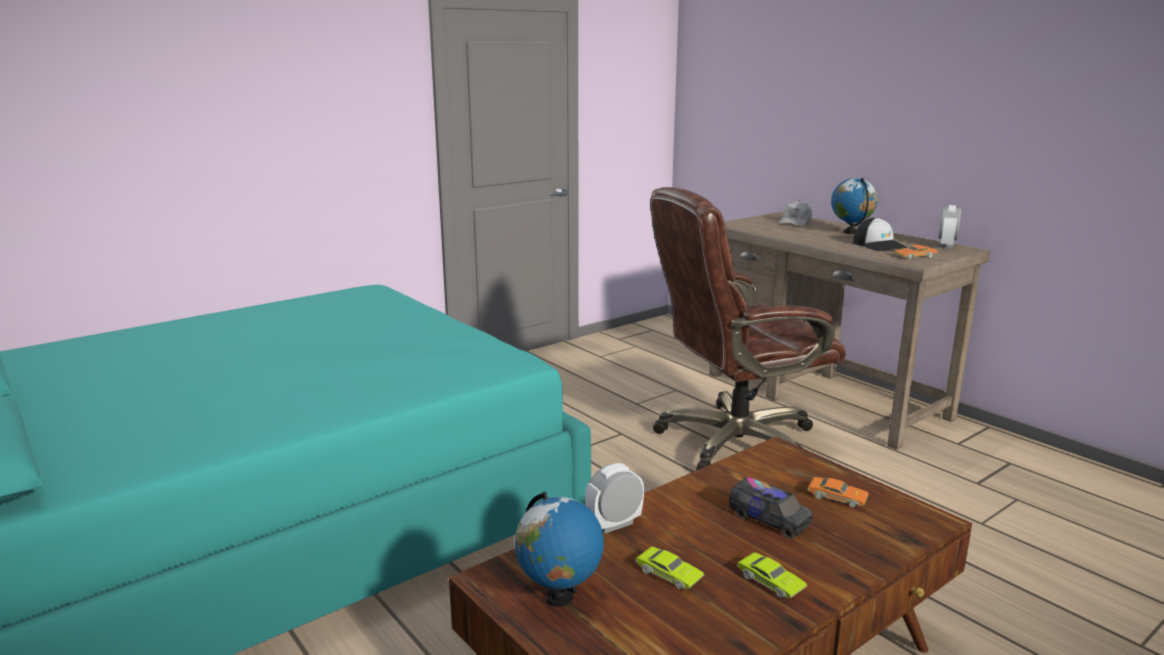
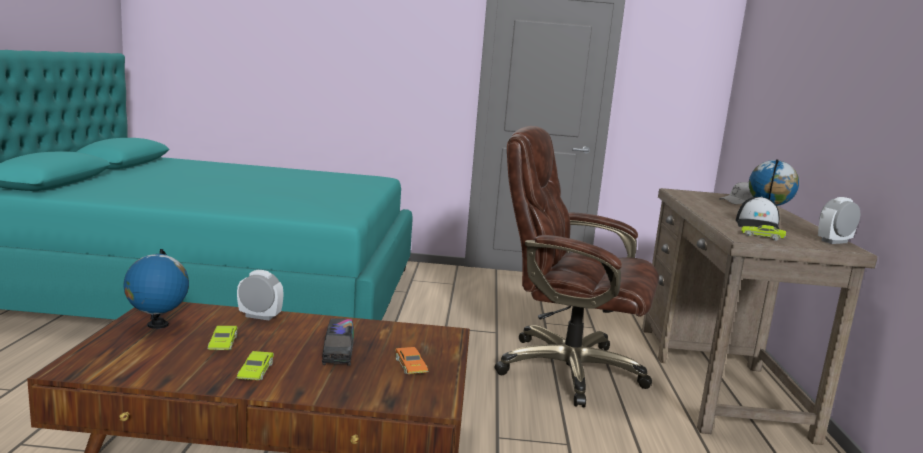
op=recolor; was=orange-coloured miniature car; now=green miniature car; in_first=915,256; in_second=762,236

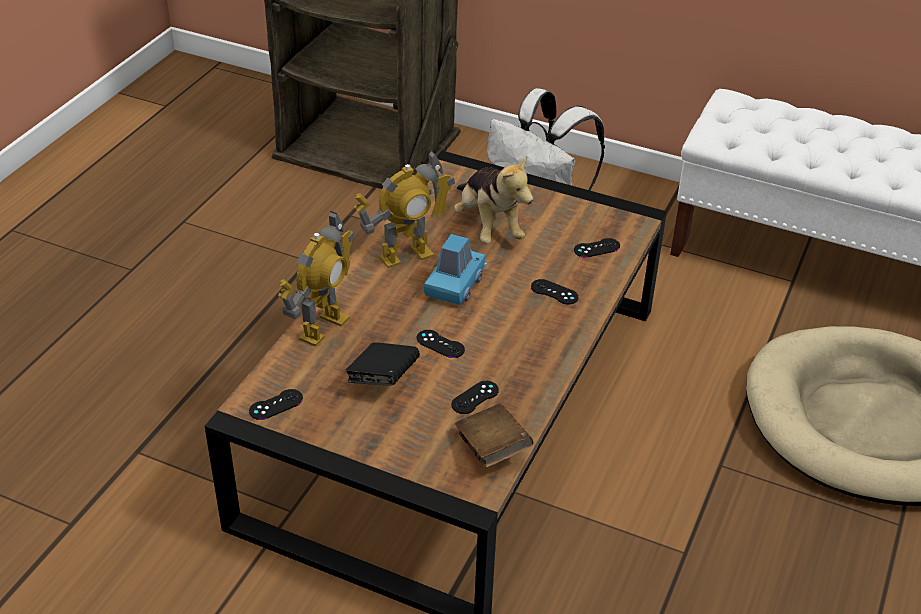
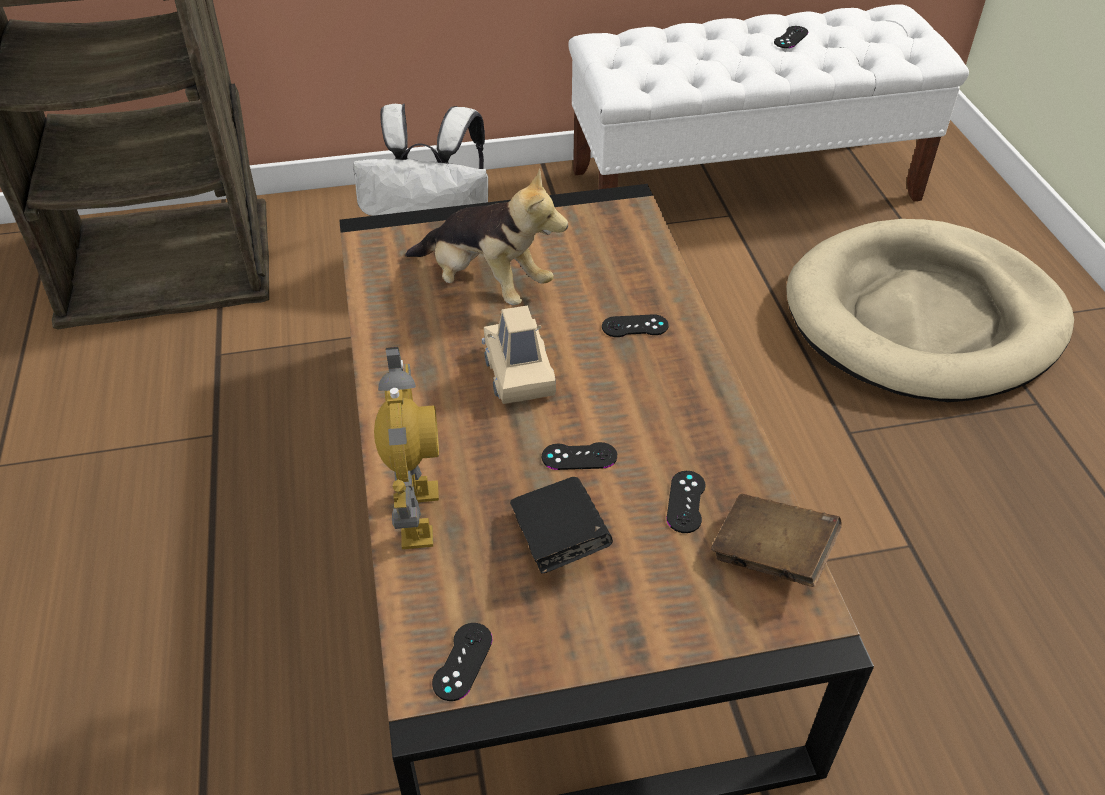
op=delete; was=model robot; in_first=406,255
op=move; was=black joypad; in_first=596,248; in_second=791,37
op=recolor; was=blue-coloured miniature car; now=sand-coloured miniature car; in_first=455,284; in_second=519,372

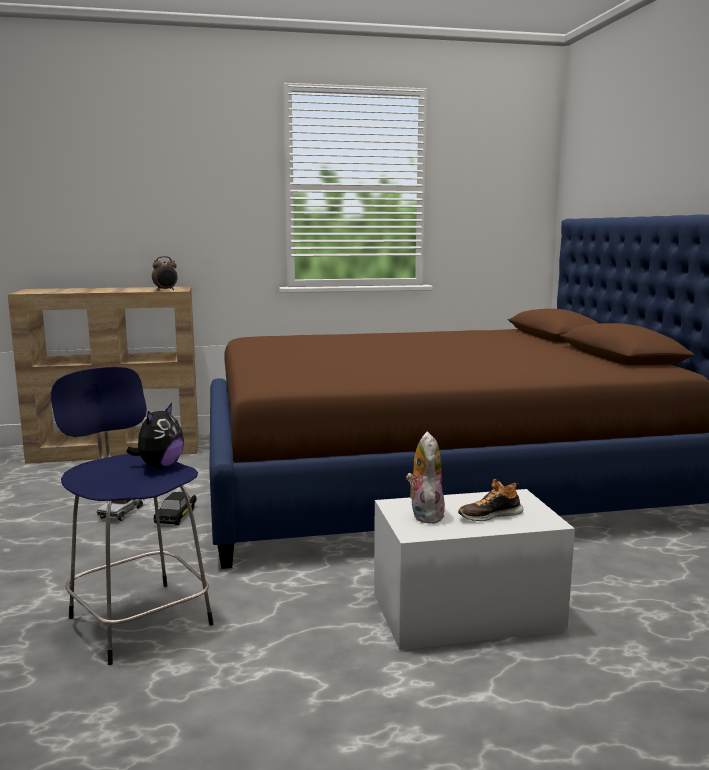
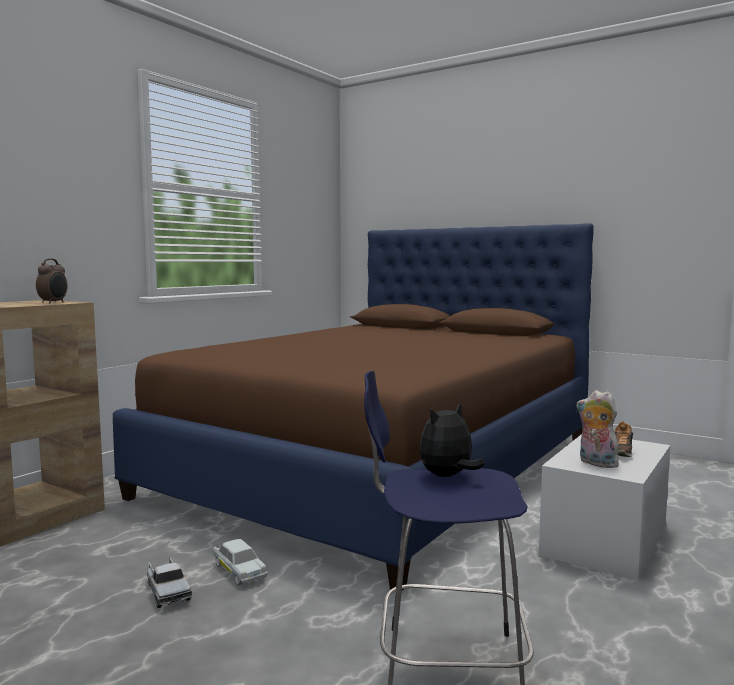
op=recolor; was=black miniature car; now=white miniature car; in_first=175,516; in_second=239,571
op=rotate; was=plush toy; in_first=159,467; in_second=448,476; clockwise=-105

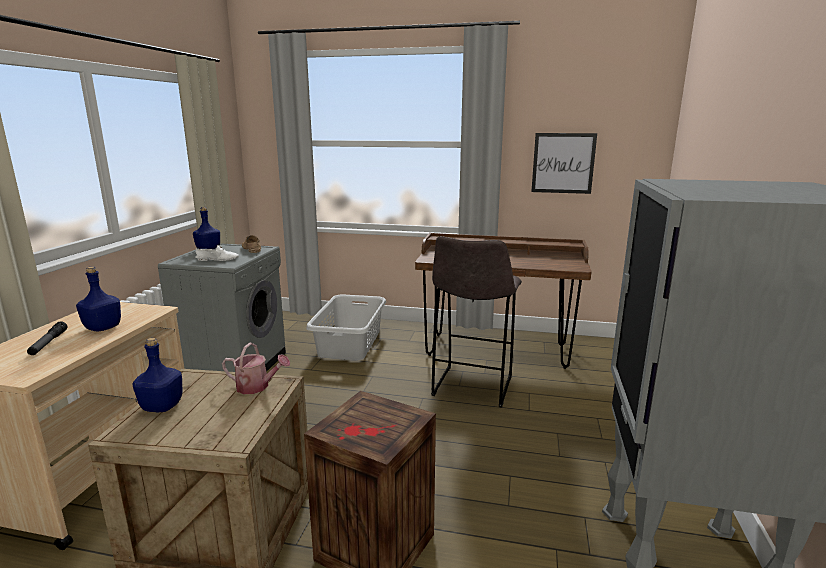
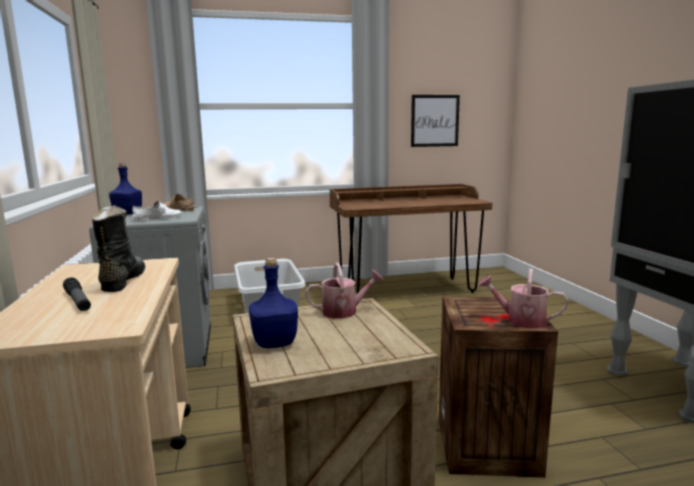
op=delete; was=greyish stool; in_first=472,387
op=insert; now=watering pot; in_second=520,320
op=replace; was=blue-coloured drink bottle; now=black tall boot; in_first=102,327; in_second=122,281

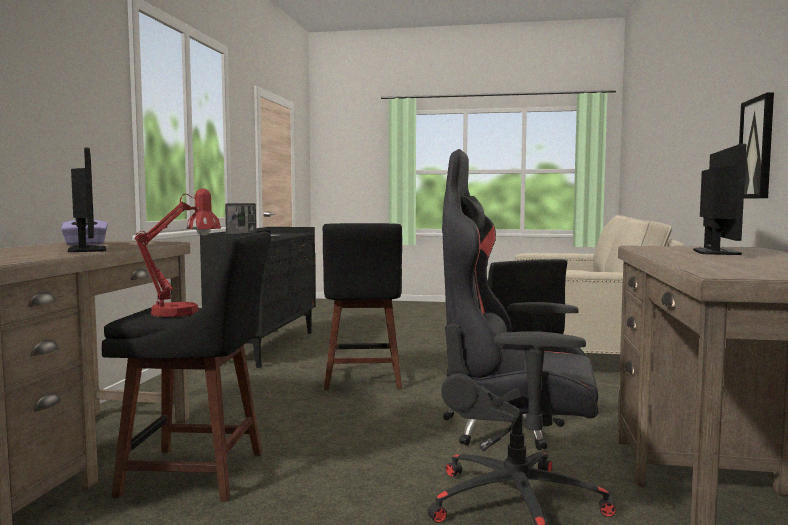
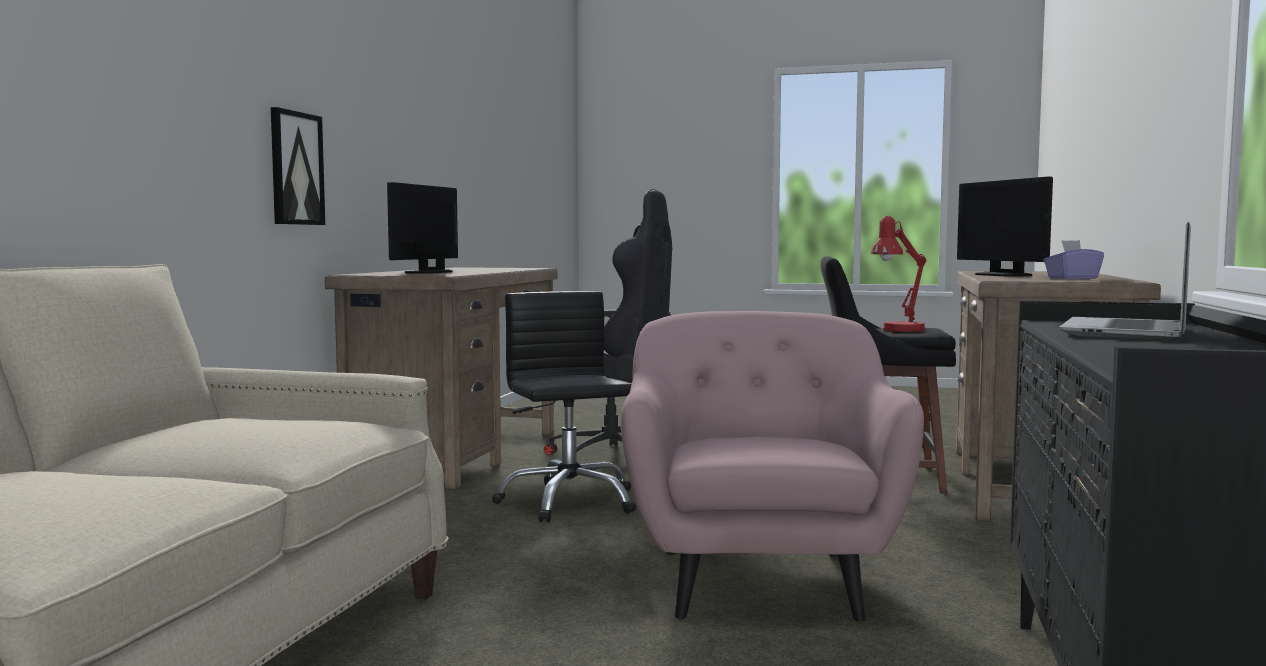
op=replace; was=black stool; now=pinkish lounge chair; in_first=362,380; in_second=758,578

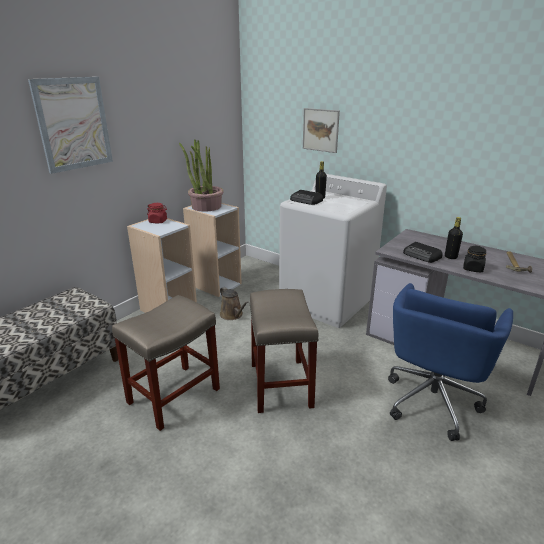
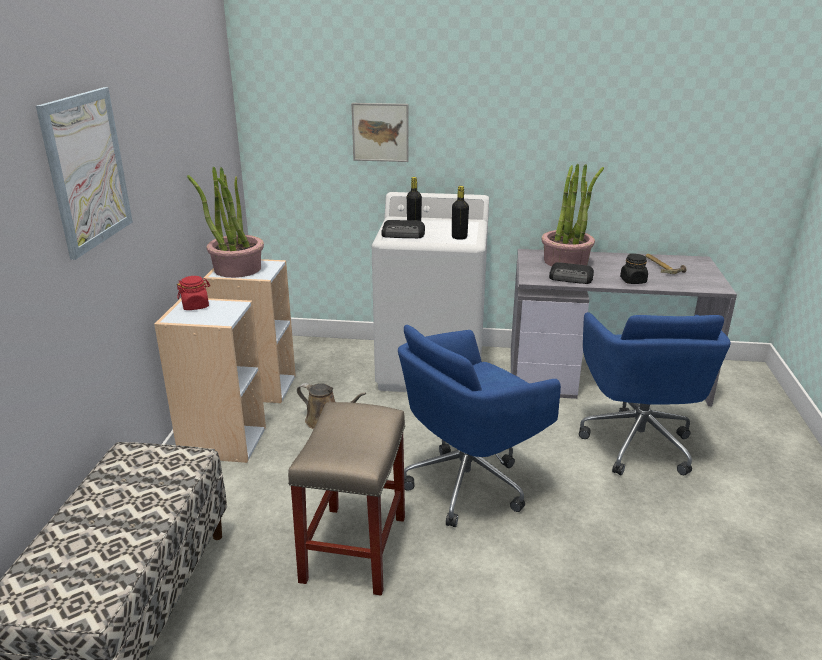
op=insert; now=plant in a pot; in_second=566,261
op=move; was=black drink bottle; in_first=450,257; in_second=459,237
op=replace; was=sand-coloured stool; now=blue-coloured office chair; in_first=280,384; in_second=470,484

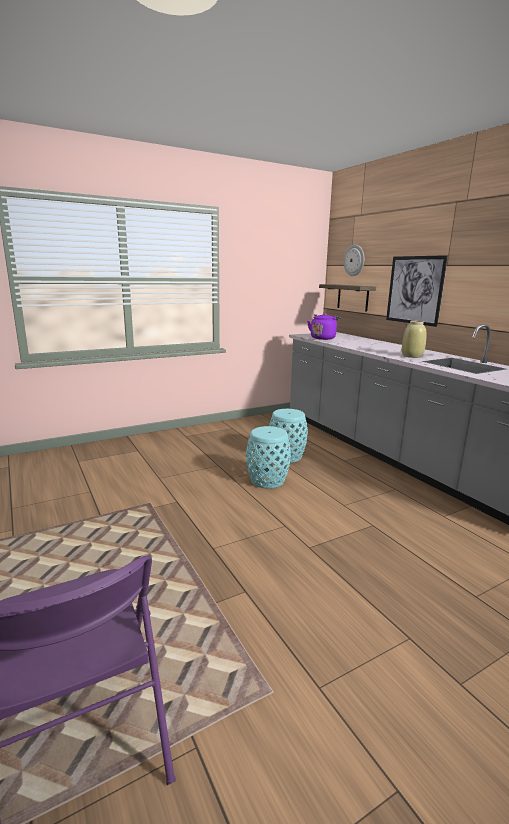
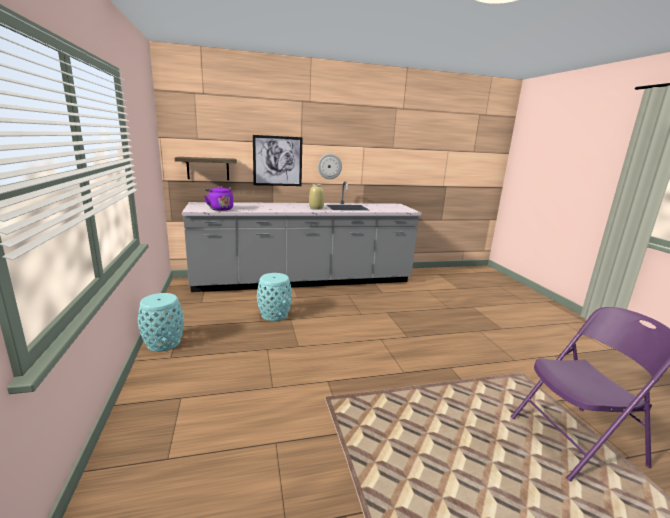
op=move; was=blue-green stool; in_first=267,481; in_second=163,343
op=move; was=wall clock; in_first=354,260; in_second=329,166

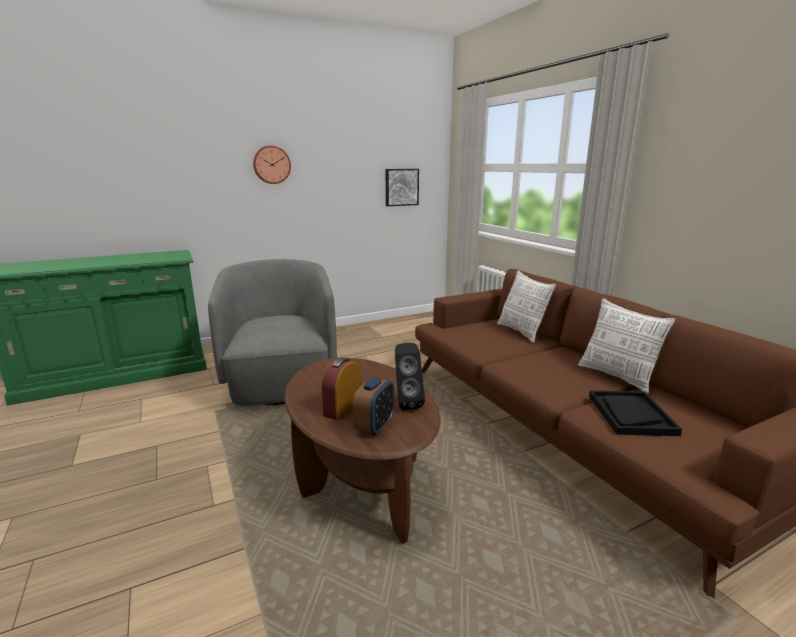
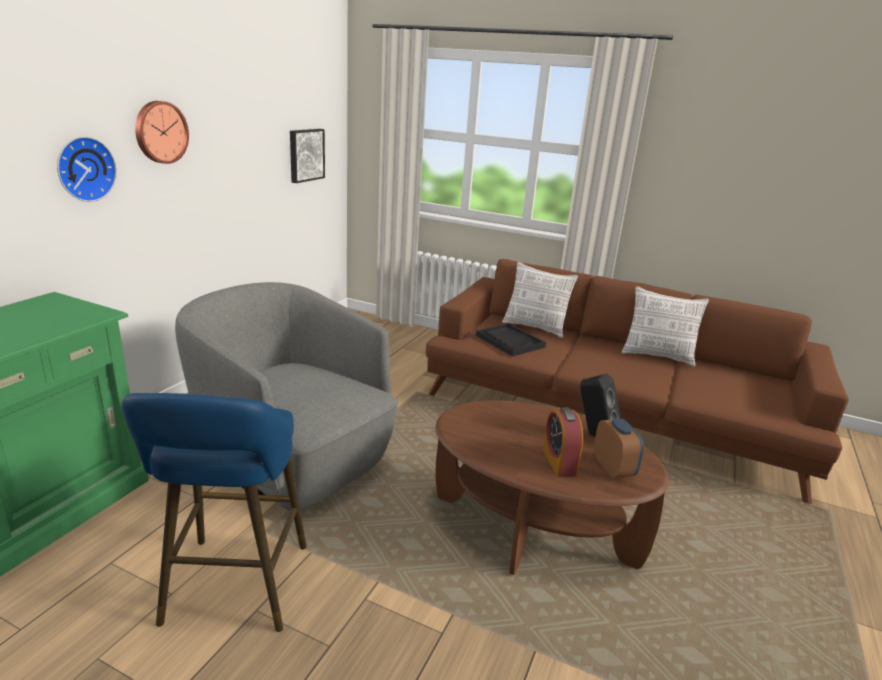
op=insert; now=wall clock; in_second=84,169
op=insert; now=blue-coloured stool; in_second=234,590
op=move; was=black tray; in_first=630,414; in_second=509,341

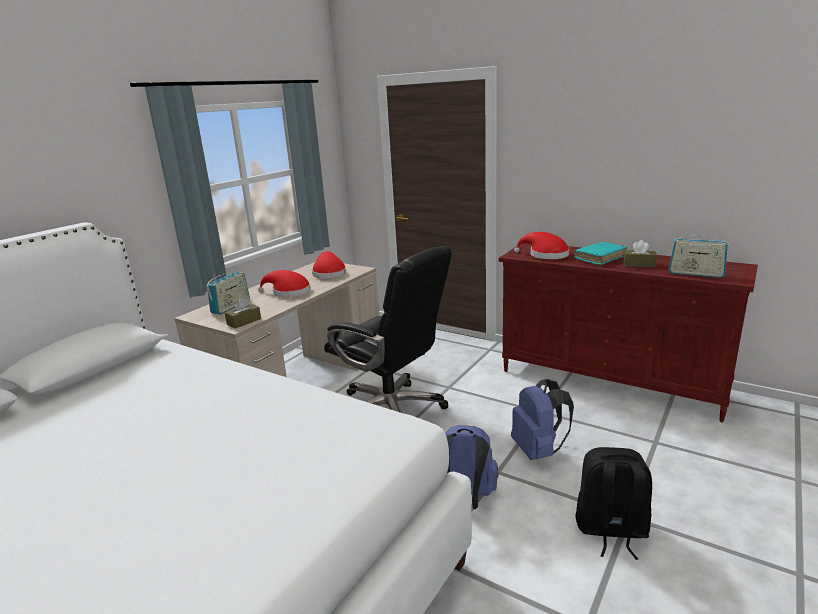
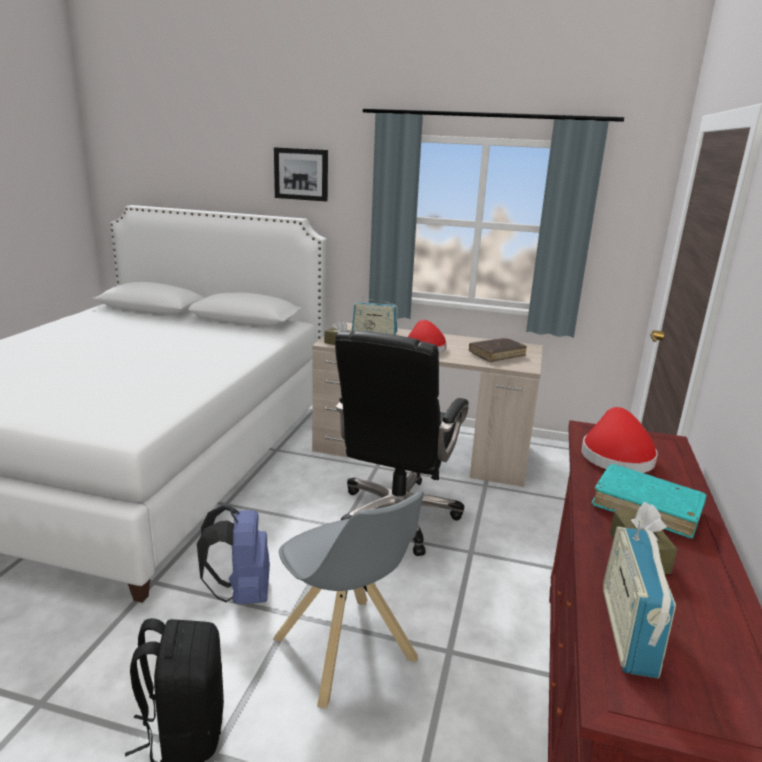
op=insert; now=wall art; in_second=301,174
op=replace; was=reddish clothing hat; now=brown-coloured bound book; in_first=328,273; in_second=496,355
op=replace; was=blue-coloured backpack; now=greyish chair; in_first=538,450; in_second=346,651

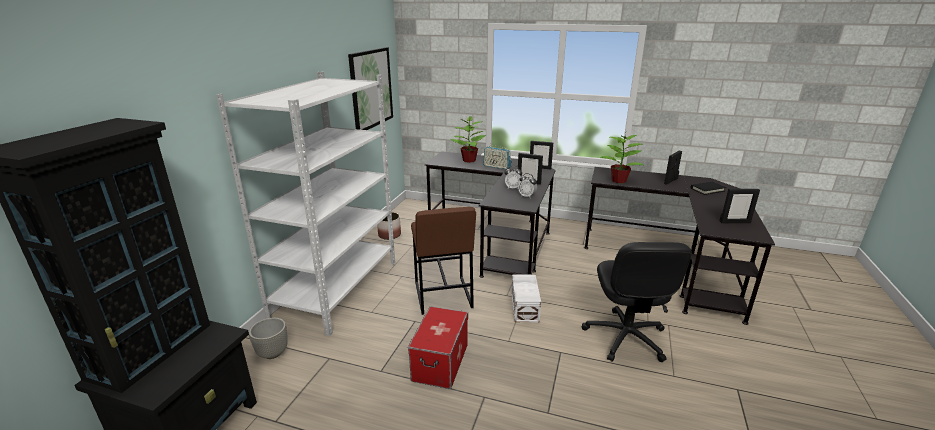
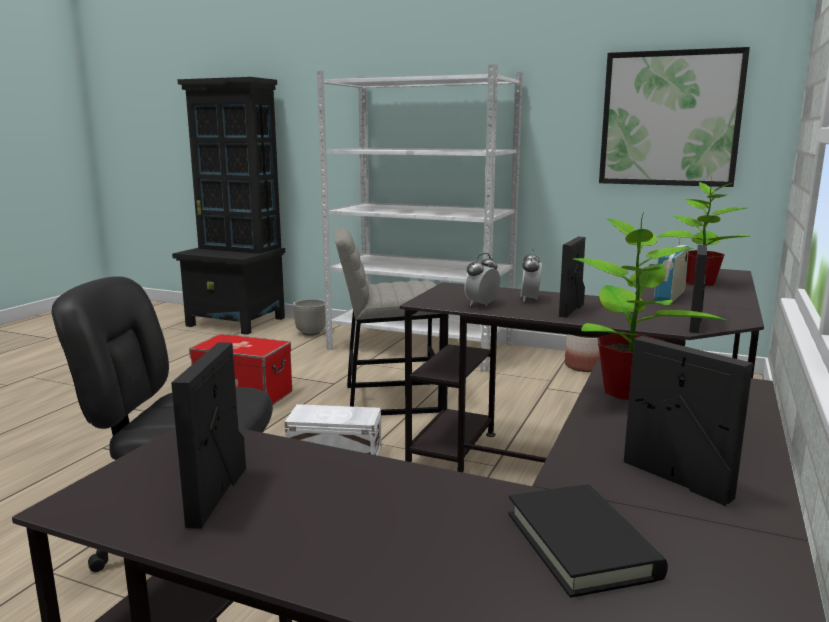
op=recolor; was=brown-coloured chair; now=greyish chair; in_first=443,296; in_second=389,399

